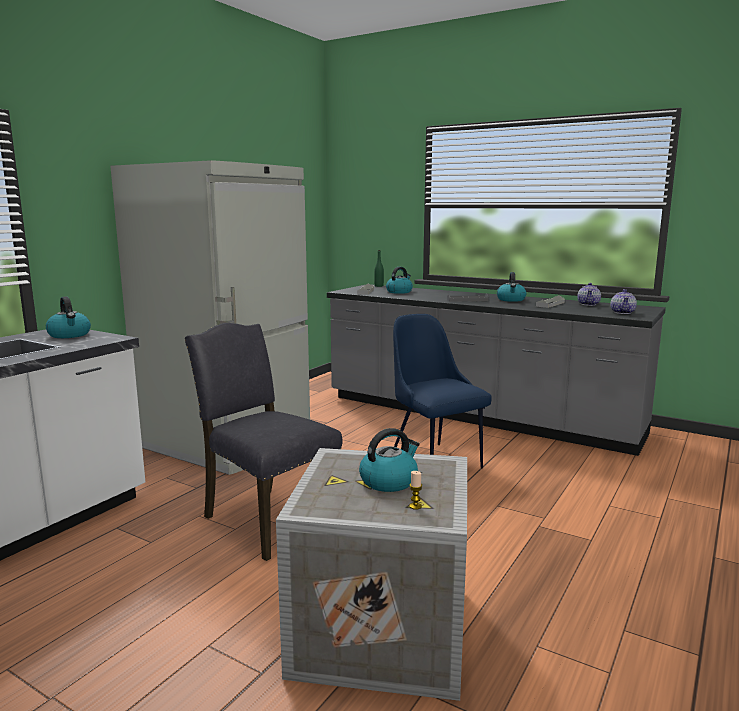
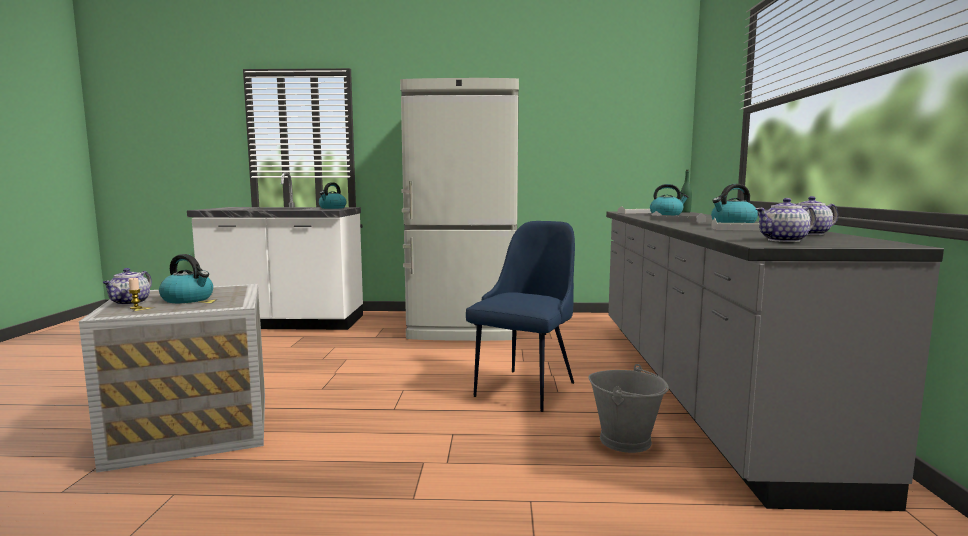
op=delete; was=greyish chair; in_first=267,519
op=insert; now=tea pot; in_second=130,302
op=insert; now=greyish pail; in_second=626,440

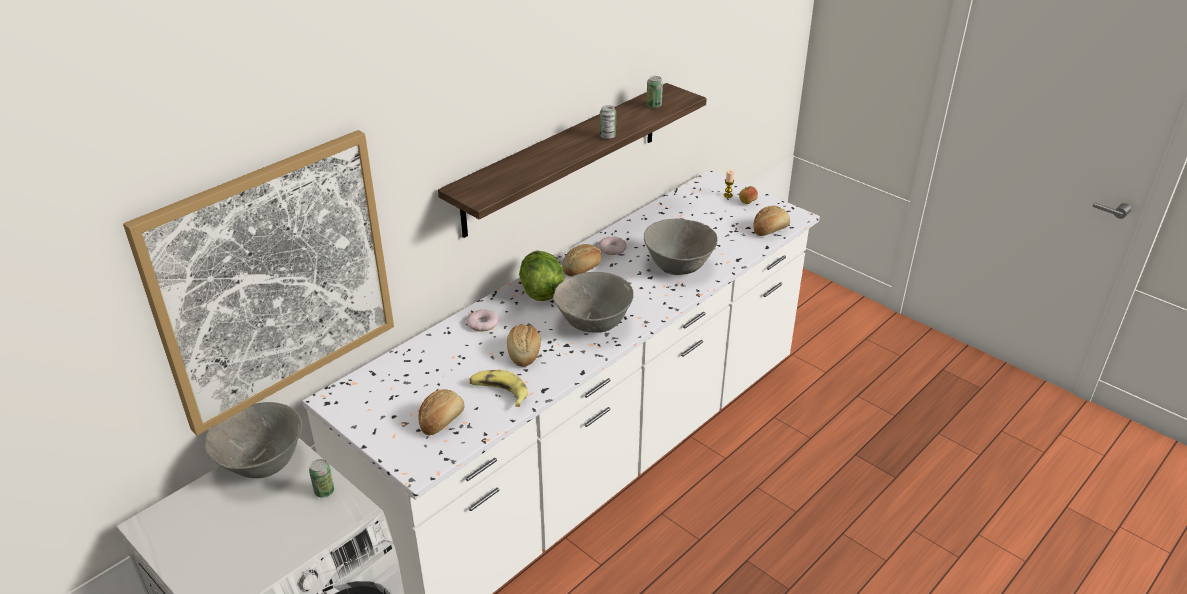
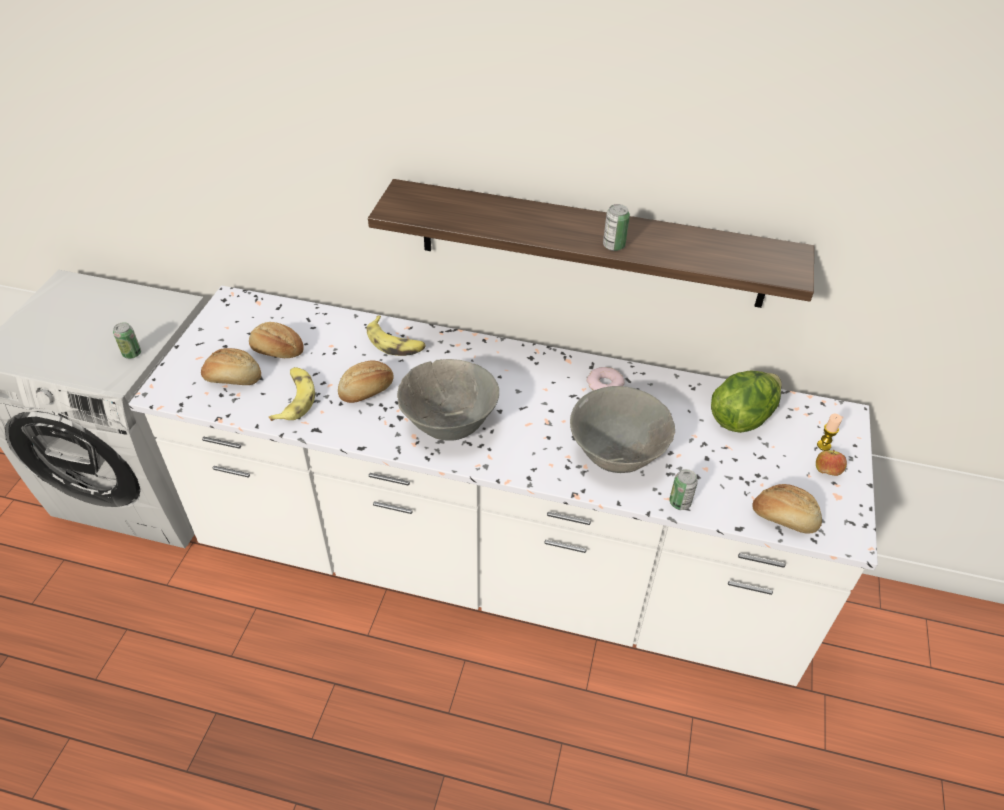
op=delete; was=wall art; in_first=274,280
op=delete; was=greyish bowl; in_first=263,465
op=move; was=head of lettuce; in_first=541,290; in_second=742,417
op=move; was=bread; in_first=583,268; in_second=277,351
op=move; was=sealed can; in_first=654,105; in_second=680,502
op=replace; was=ring doughnut; now=banana; in_first=482,323; in_second=395,343

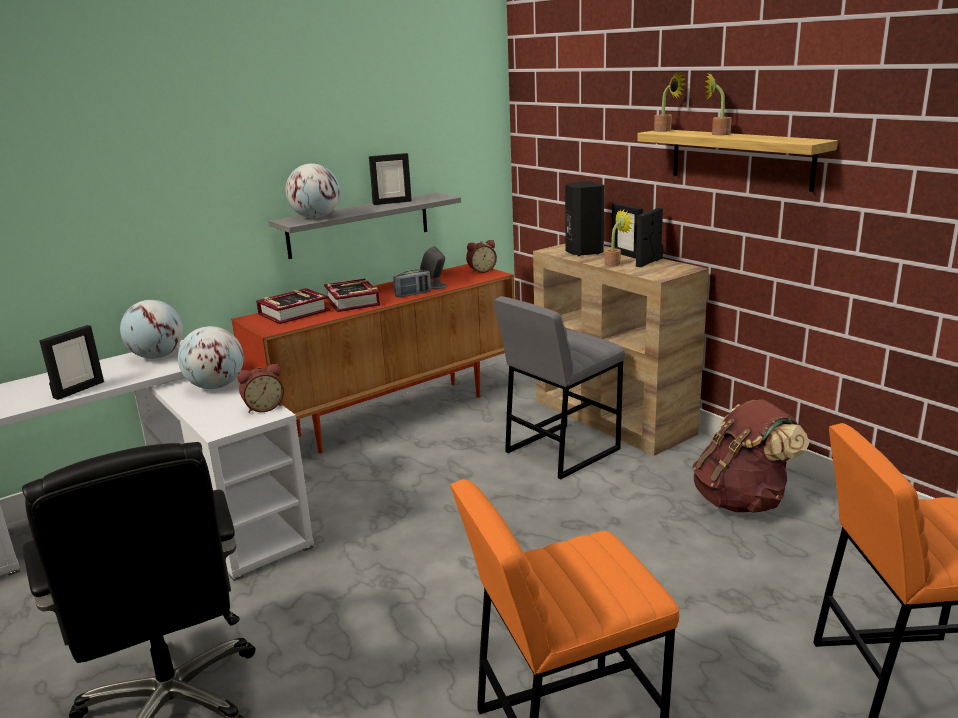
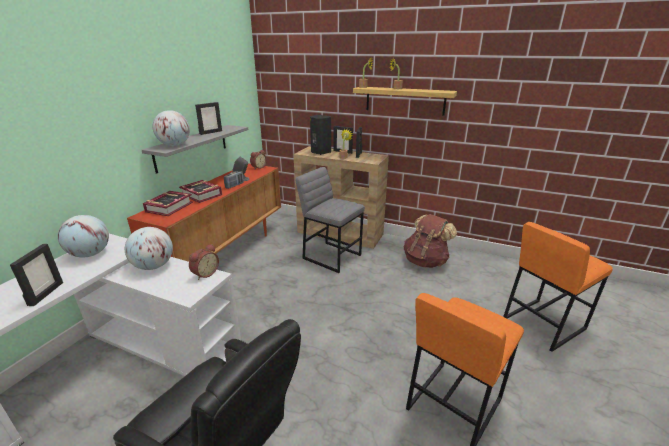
op=rotate; was=greyish chair; in_first=560,451; in_second=330,256; clockwise=105

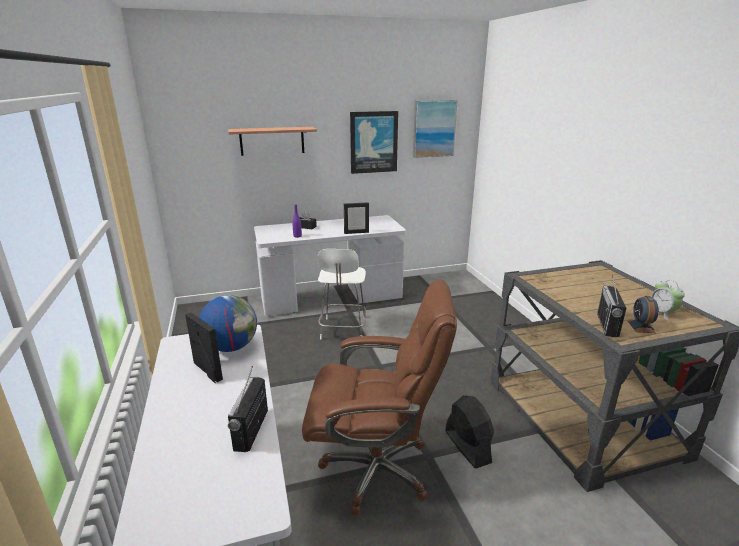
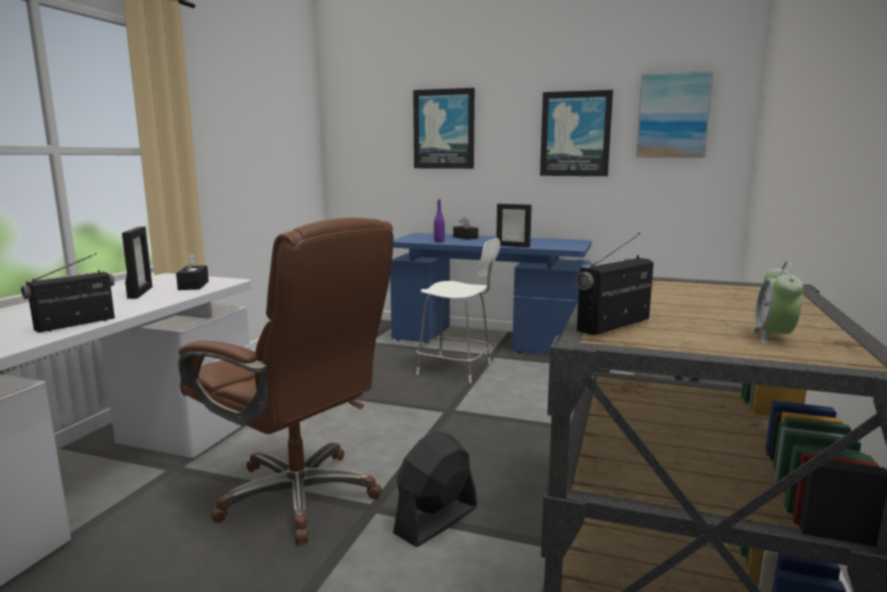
op=delete; was=alarm clock; in_first=641,326
op=replace; was=desk globe; now=black box of tissues; in_first=231,347; in_second=193,285
op=replace; was=wall shelf; now=wall art; in_first=272,141; in_second=444,129
op=recolor; was=white desk table; now=blue-coloured desk table; in_first=331,298; in_second=488,340
op=rotate; was=white chair; in_first=343,330; in_second=457,370; clockwise=-105
op=rotate; was=black fan; in_first=467,446; in_second=436,520; clockwise=-150

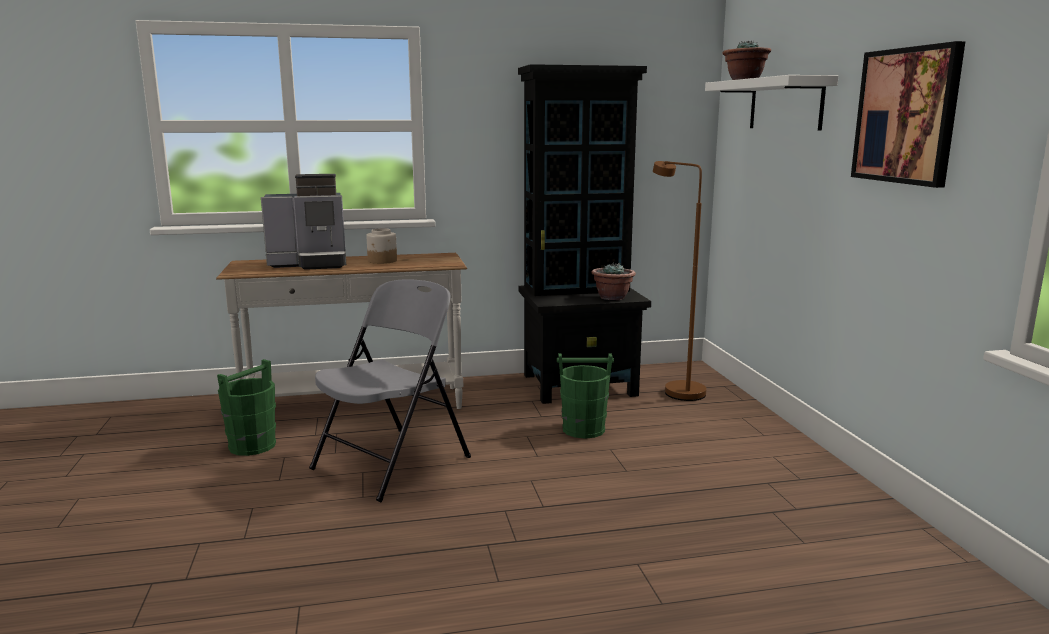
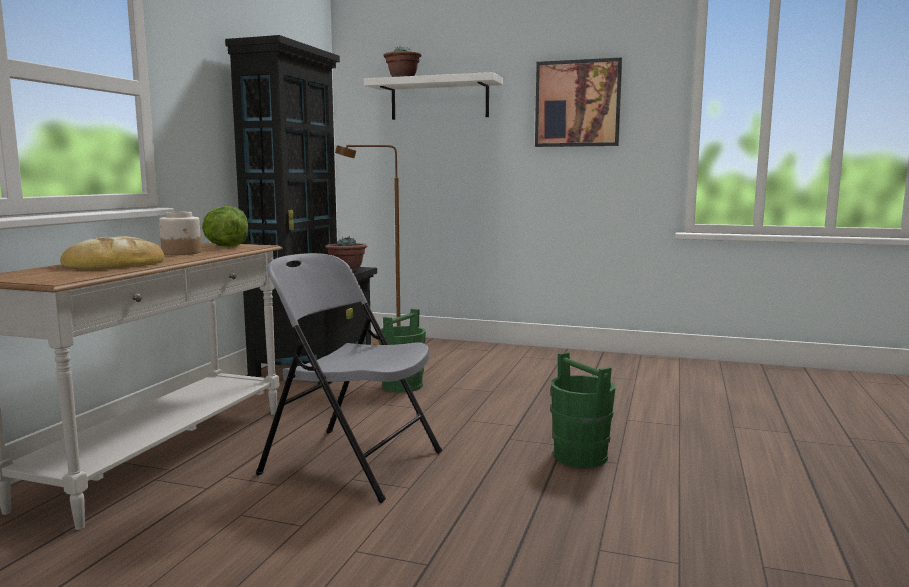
op=insert; now=head of lettuce; in_second=226,246
op=move; was=green pail; in_first=253,445; in_second=580,456
op=replace; was=coffee maker; now=bread; in_first=311,263; in_second=113,264
op=rotate; was=greyish chair; in_first=392,463; in_second=353,462; clockwise=-45

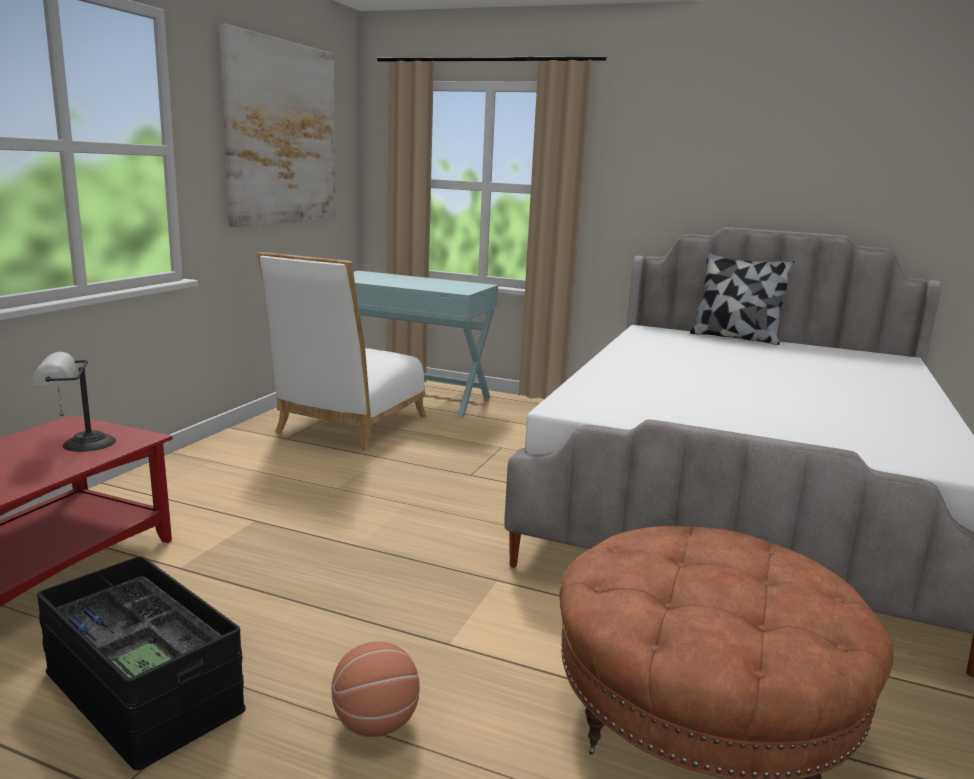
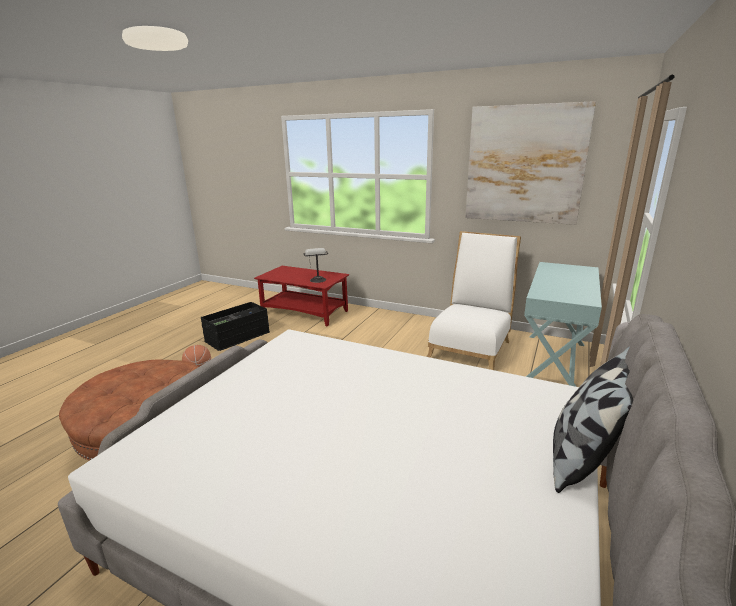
op=rotate; was=white chair; in_first=347,427; in_second=471,347; clockwise=90

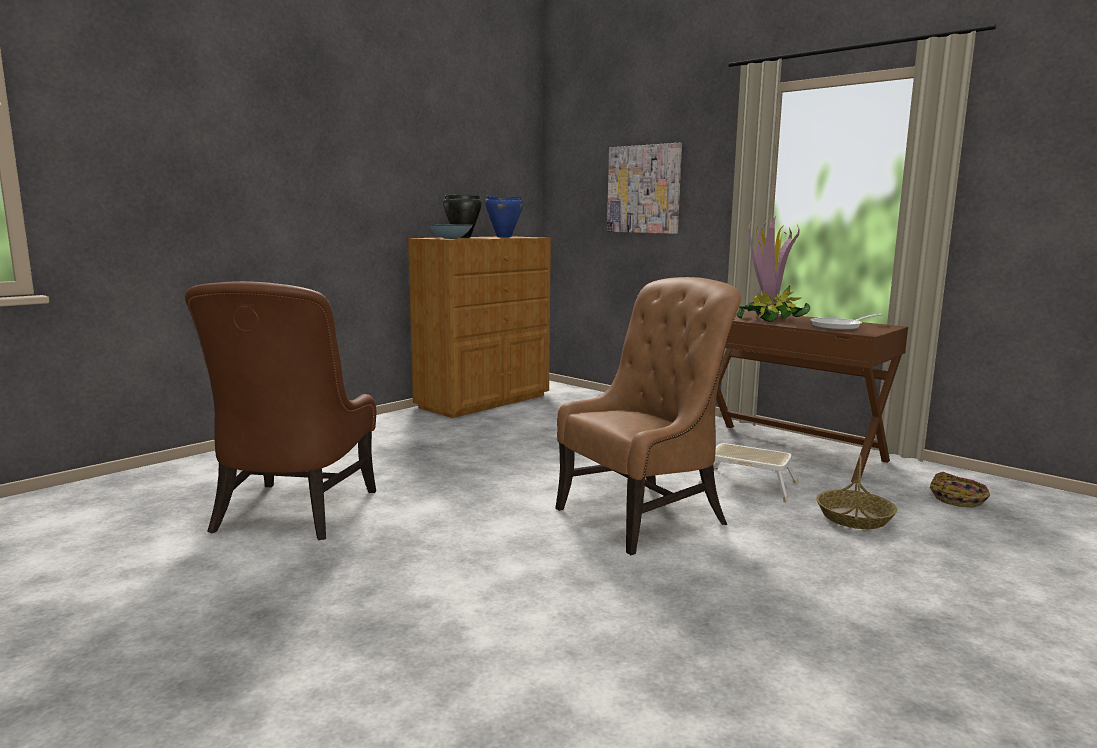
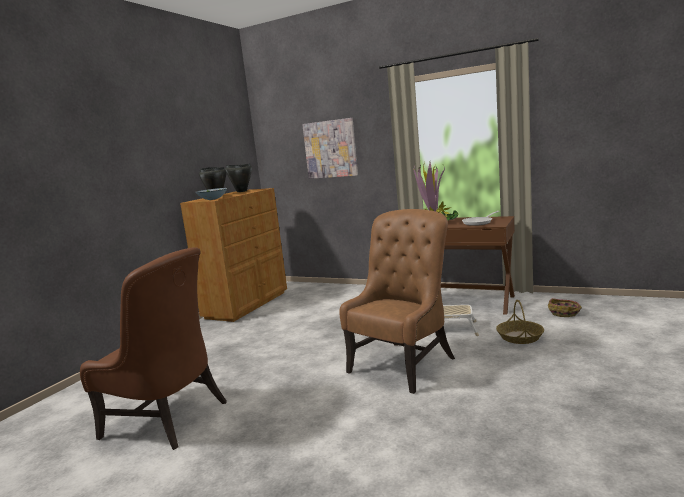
op=recolor; was=blue-coloured stockpot; now=black stockpot; in_first=503,236; in_second=241,191
op=rotate; was=brown-coloured chair; in_first=294,511; in_second=168,419; clockwise=-60

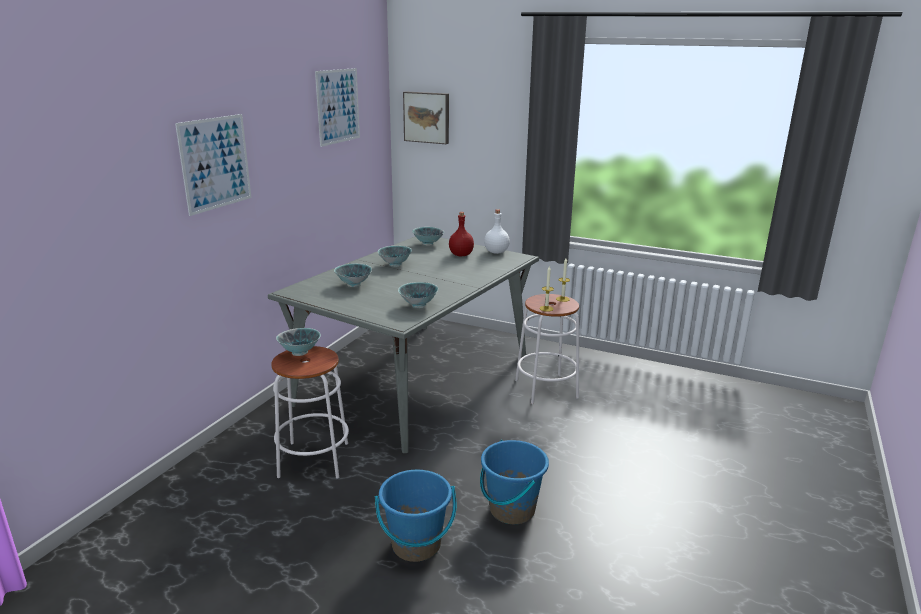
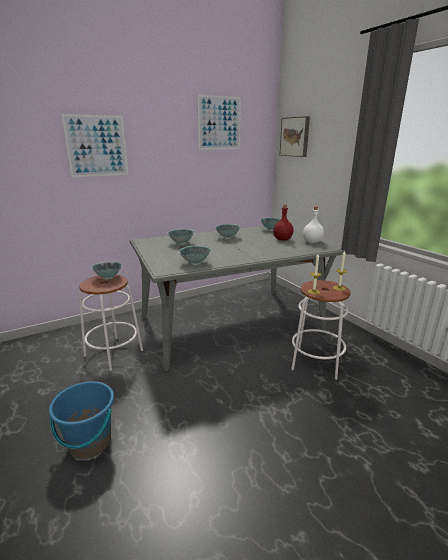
op=delete; was=blue-coloured pail; in_first=511,510

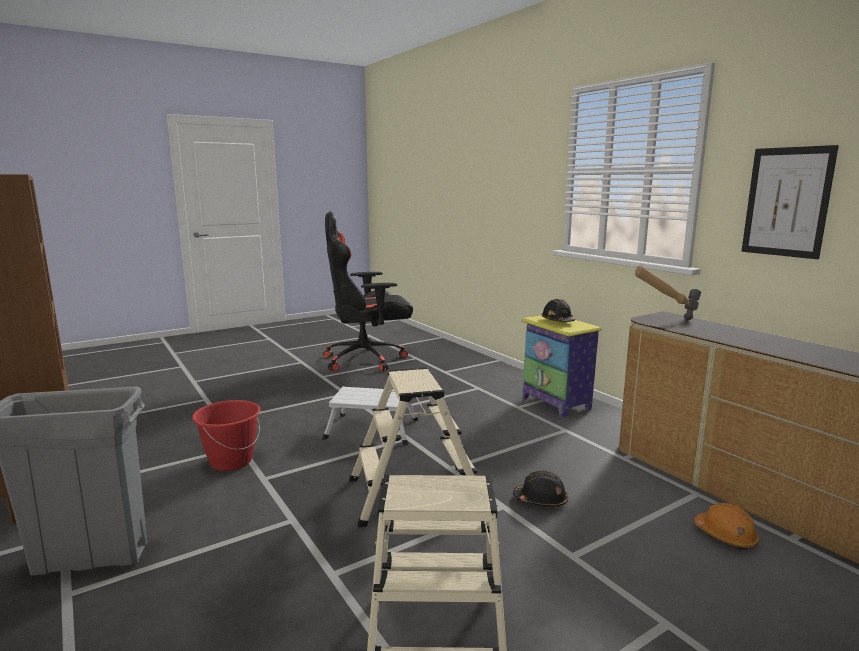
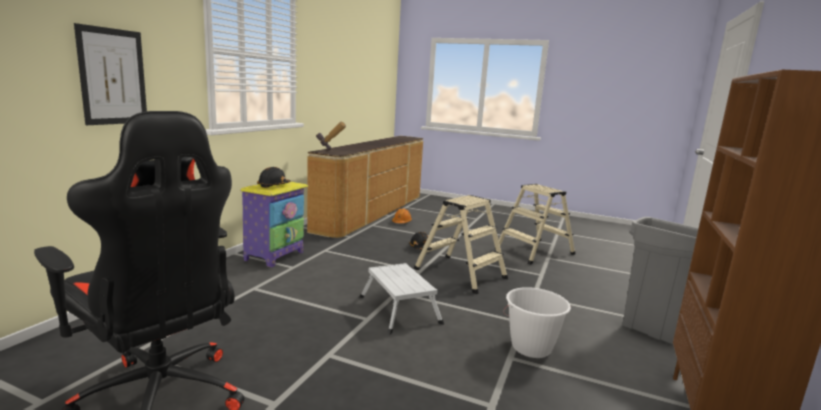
op=move; was=wall art; in_first=786,202; in_second=113,77
op=recolor; was=reddish pail; now=white pail; in_first=231,461; in_second=531,348

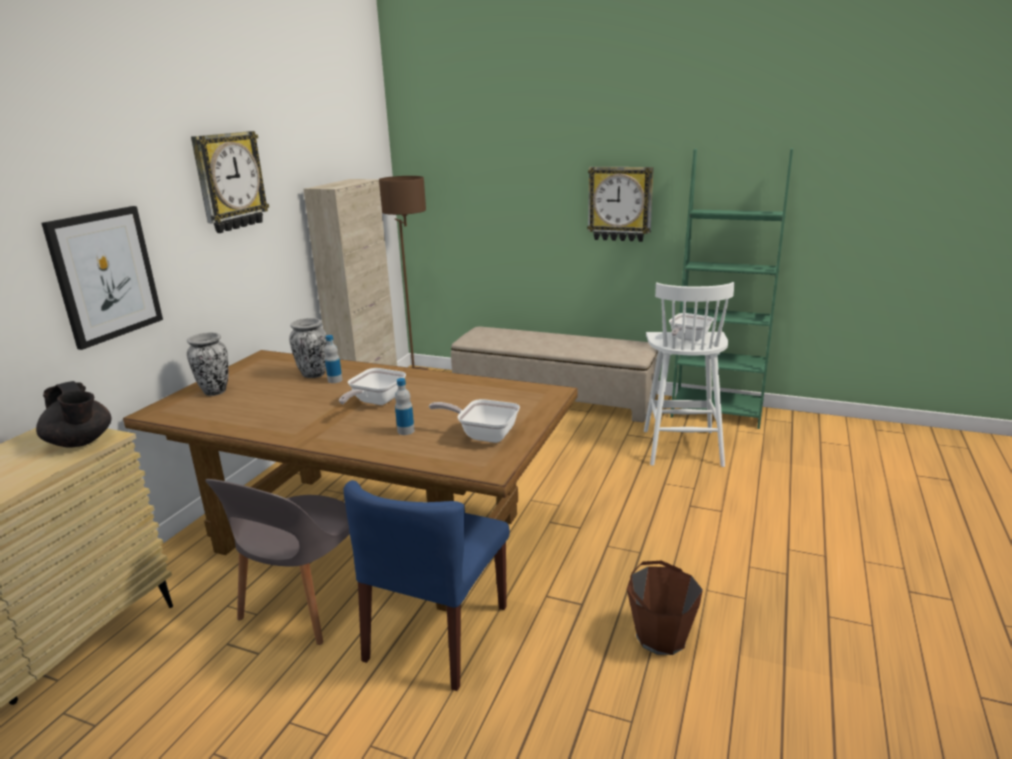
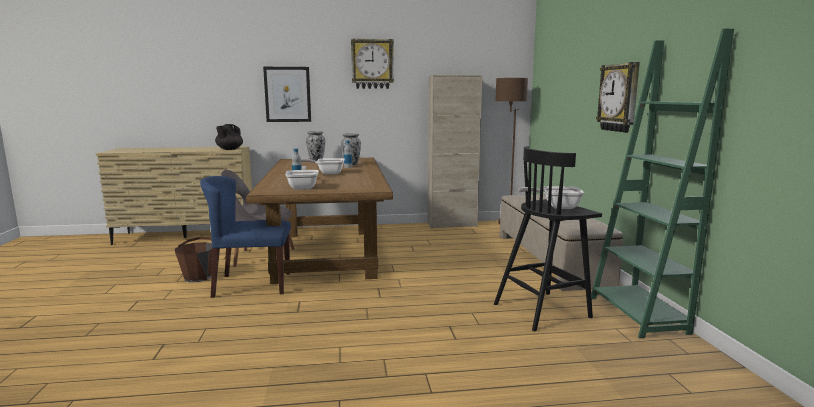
op=move; was=brown-coloured pail; in_first=661,636; in_second=198,277
op=recolor; was=white stool; now=black stool; in_first=681,446; in_second=544,310

